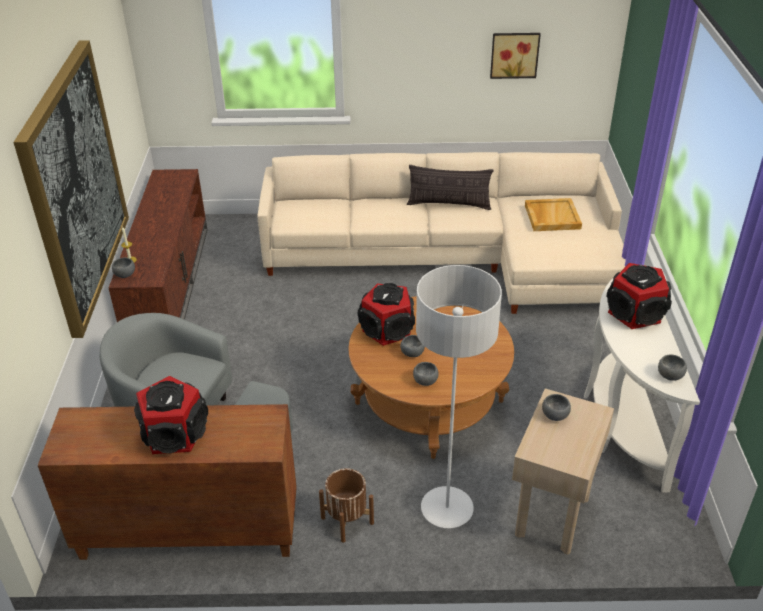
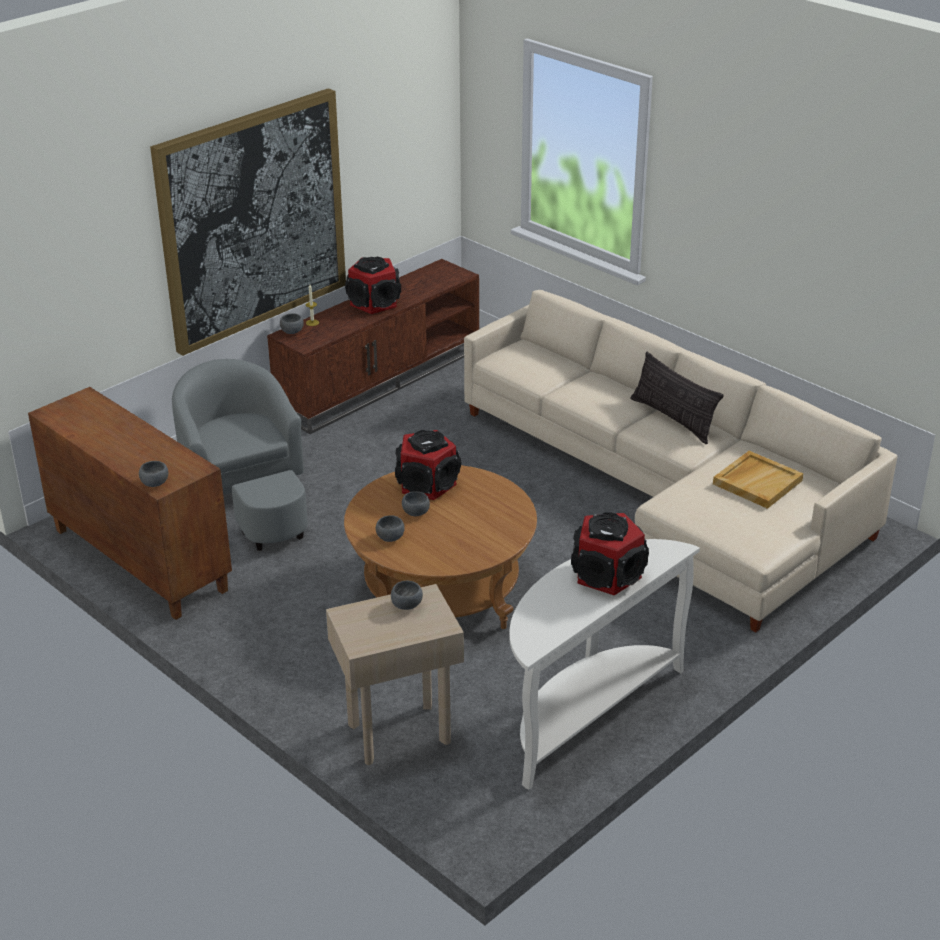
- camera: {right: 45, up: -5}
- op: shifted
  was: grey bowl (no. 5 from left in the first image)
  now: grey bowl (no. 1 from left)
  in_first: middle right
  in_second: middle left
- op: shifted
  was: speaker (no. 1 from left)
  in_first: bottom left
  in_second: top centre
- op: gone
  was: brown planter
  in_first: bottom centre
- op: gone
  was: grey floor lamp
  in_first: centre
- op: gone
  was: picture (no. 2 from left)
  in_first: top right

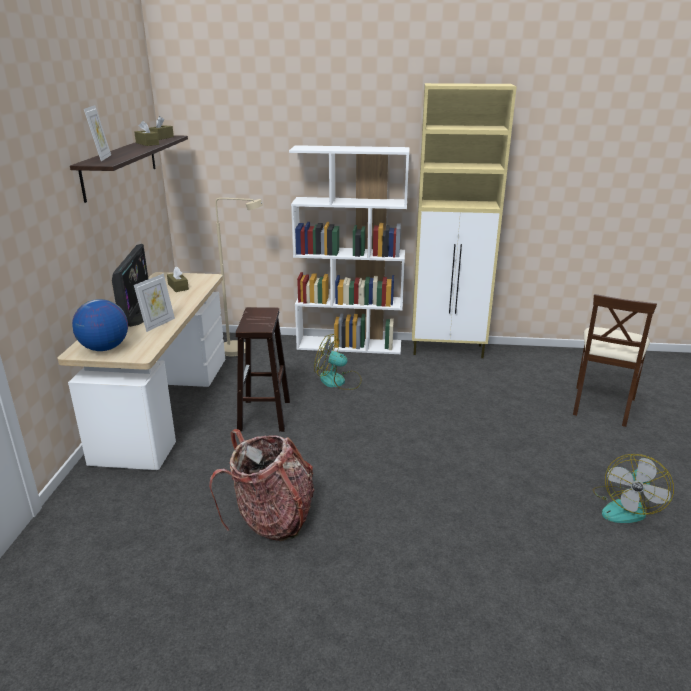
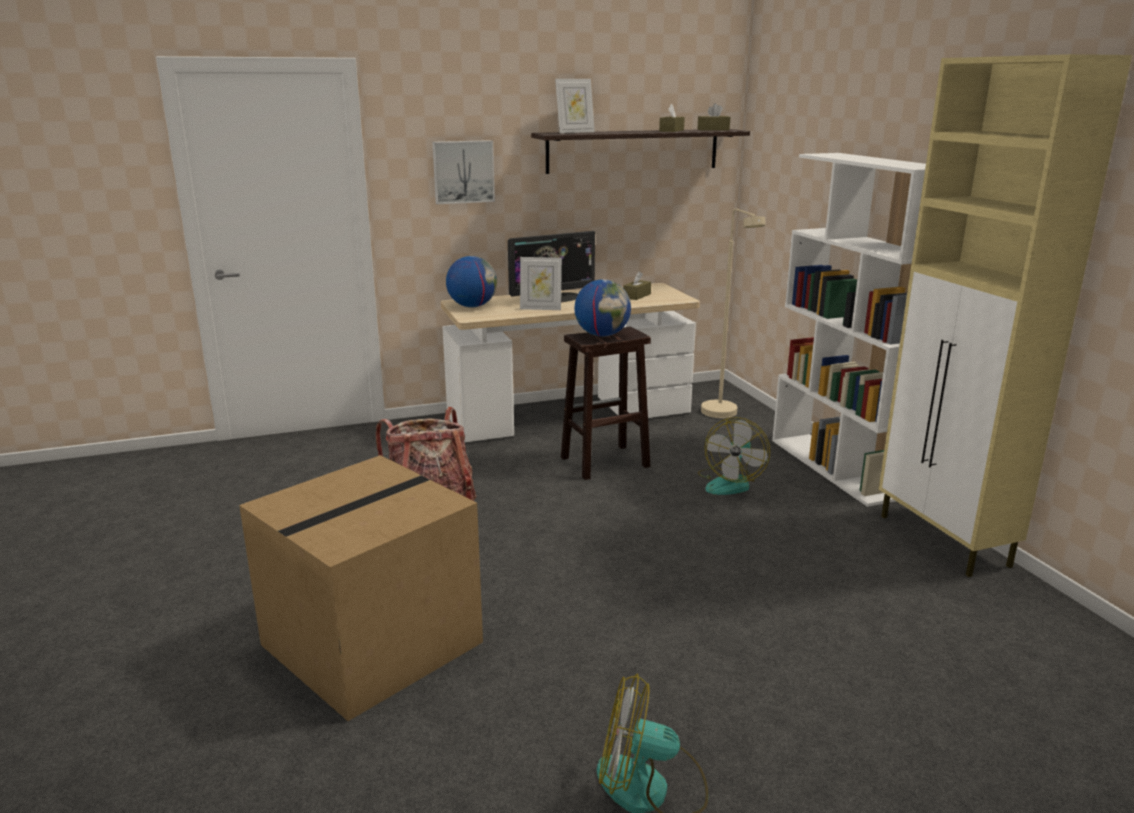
- camera: {right: 65, up: -5}
- op: new
  now: cardboard box
  in_second: bottom left
- op: new
  now: picture
  in_second: top centre
- op: new
  now: globe (no. 2 from left)
  in_second: centre
- op: rotated
  was: fan (no. 1 from left in the first image)
  in_first: centre
  in_second: centre
  clockwise: -150
- op: gone
  was: beige chair
  in_first: middle right

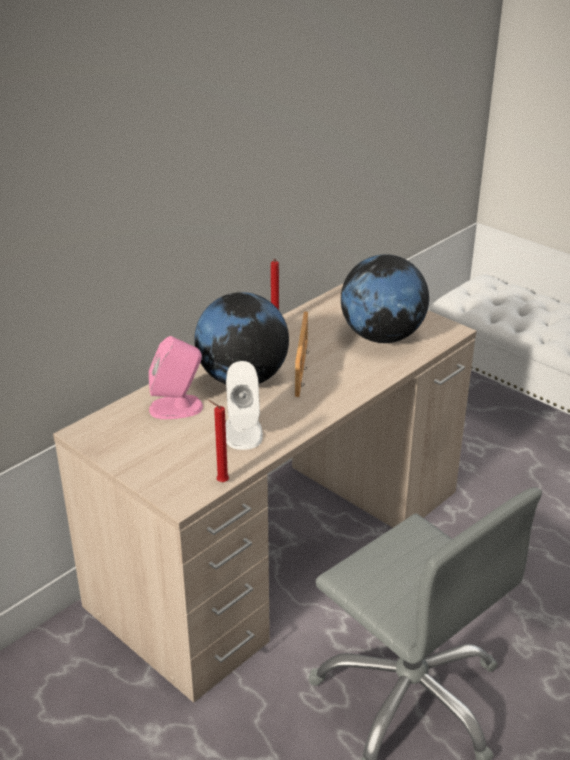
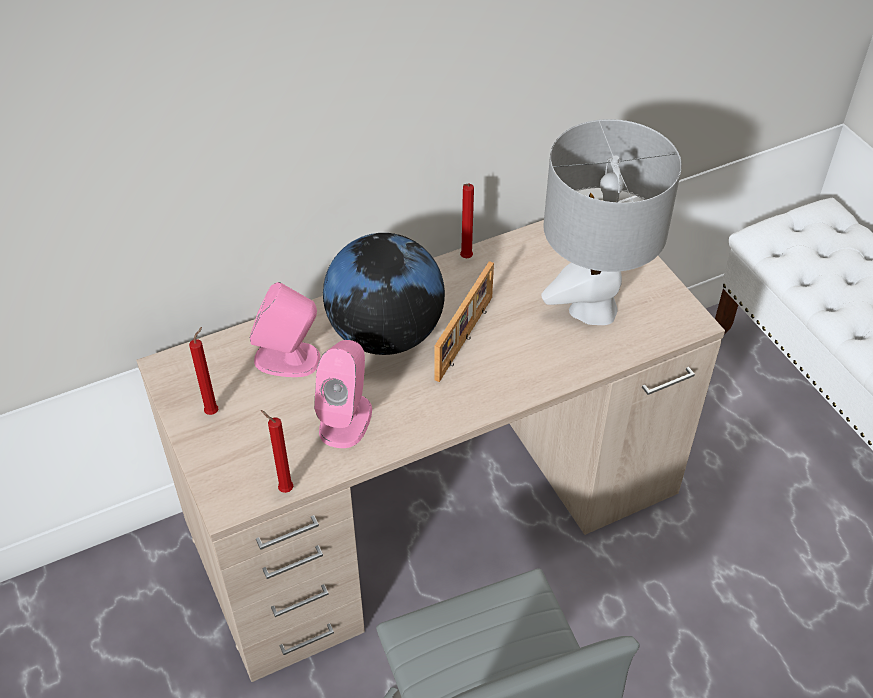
- camera: {right: 20, up: 15}
- op: new
  now: red candle (no. 1 from left)
  in_second: middle left
- op: repainted
  was: white speaker
  now: pink speaker (no. 2 from left)
  in_first: centre
  in_second: centre
- op: swapped
  was: globe (no. 2 from left)
  now: grey table lamp
  in_first: middle right
  in_second: top right

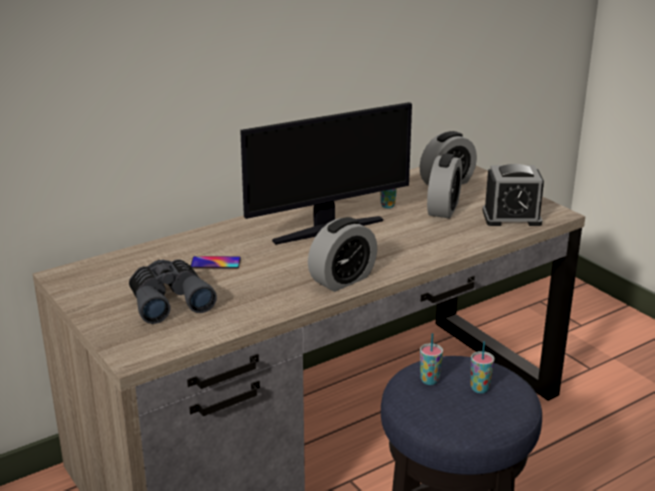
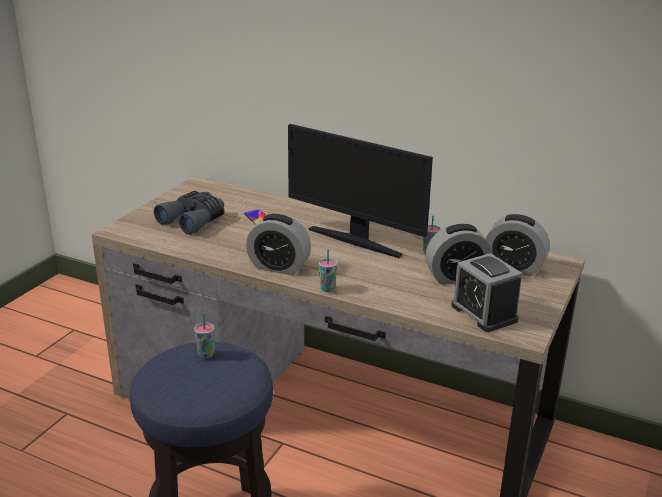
- camera: {right: 60, up: 0}
- op: shifted
  was: cup (no. 3 from left in the first image)
  now: cup (no. 2 from left)
  in_first: bottom right
  in_second: centre

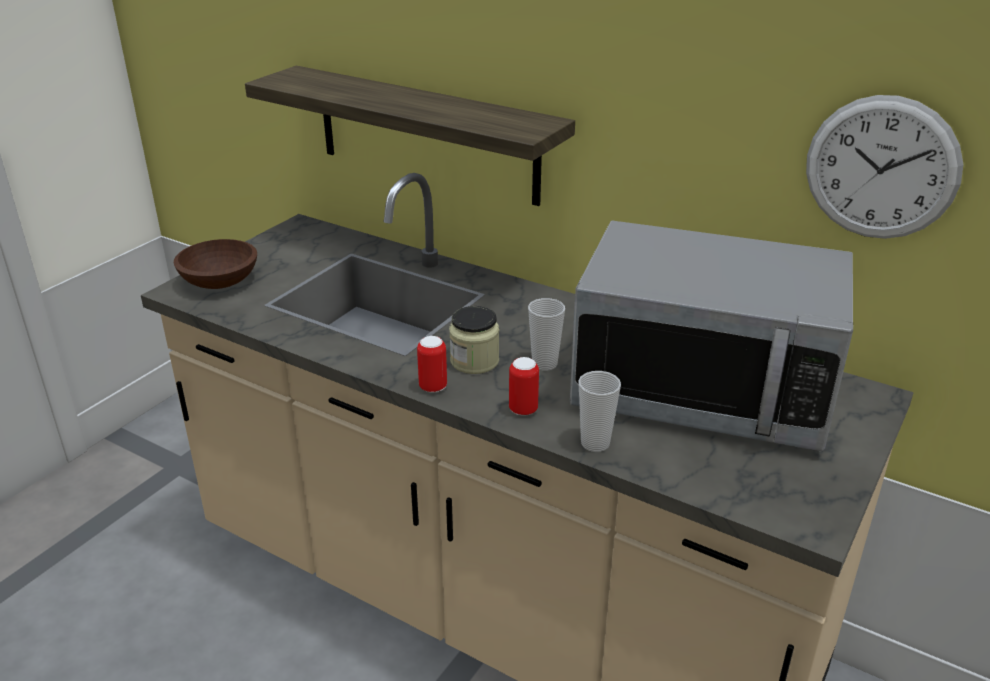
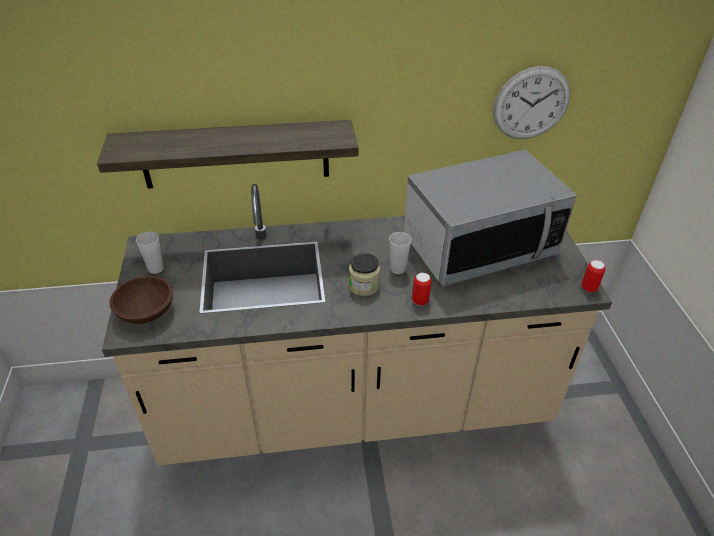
- camera: {right: -40, up: 10}
- op: shifted
  was: cup (no. 2 from left in the first image)
  now: cup (no. 1 from left)
  in_first: centre
  in_second: middle left
- op: shifted
  was: can (no. 1 from left in the first image)
  now: can (no. 2 from left)
  in_first: centre
  in_second: middle right

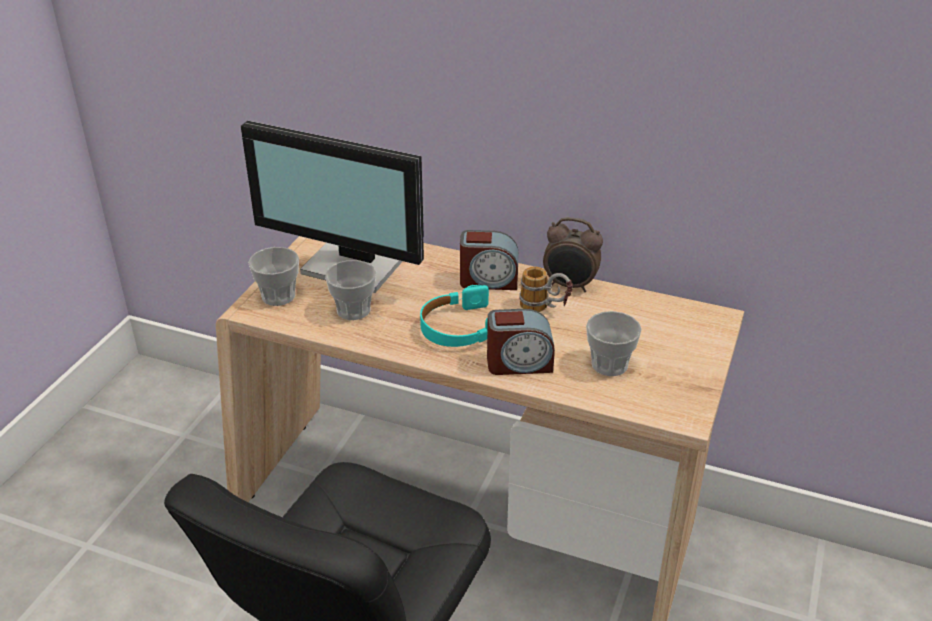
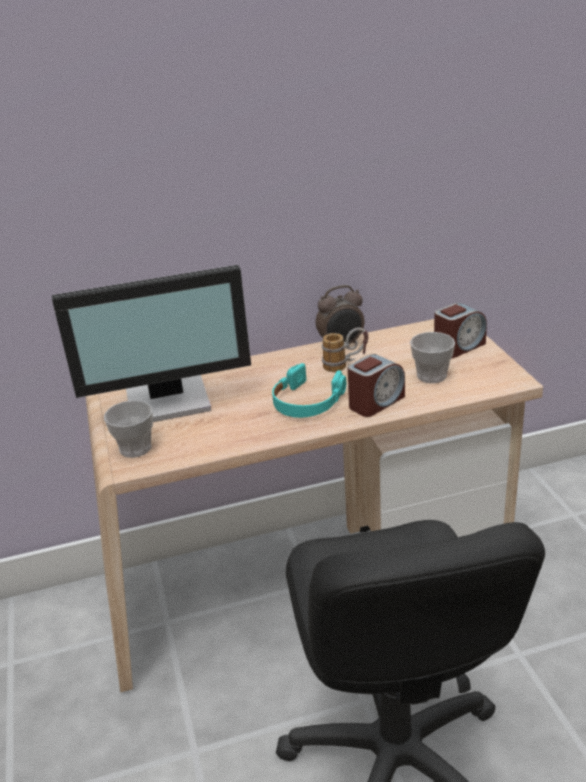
- camera: {right: -35, up: -5}
- op: shifted
  was: alarm clock (no. 1 from left in the first image)
  now: alarm clock (no. 3 from left)
  in_first: centre
  in_second: middle right
- op: gone
  was: cup (no. 2 from left)
  in_first: centre

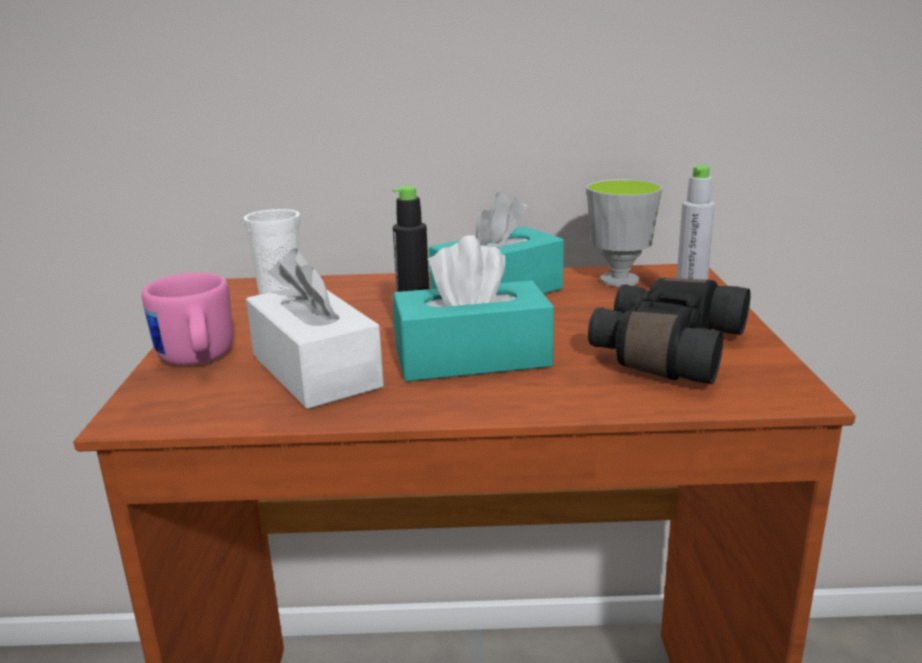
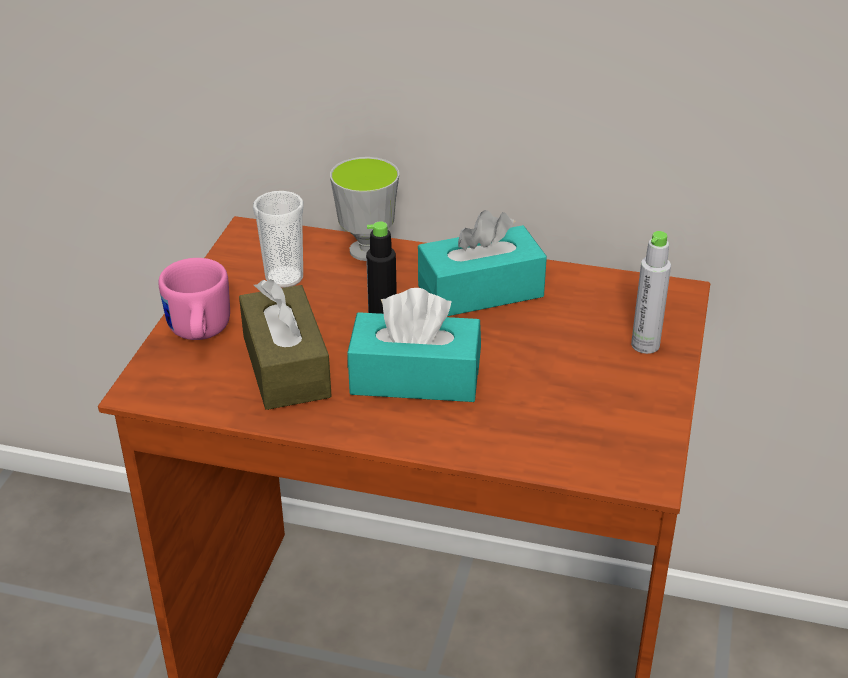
- camera: {right: 15, up: 15}
- op: repainted
  was: white tissue box
  now: brown tissue box
  in_first: centre
  in_second: centre
- op: shifted
  was: cup (no. 2 from left)
  in_first: middle right
  in_second: top centre
- op: gone
  was: black binoculars
  in_first: middle right

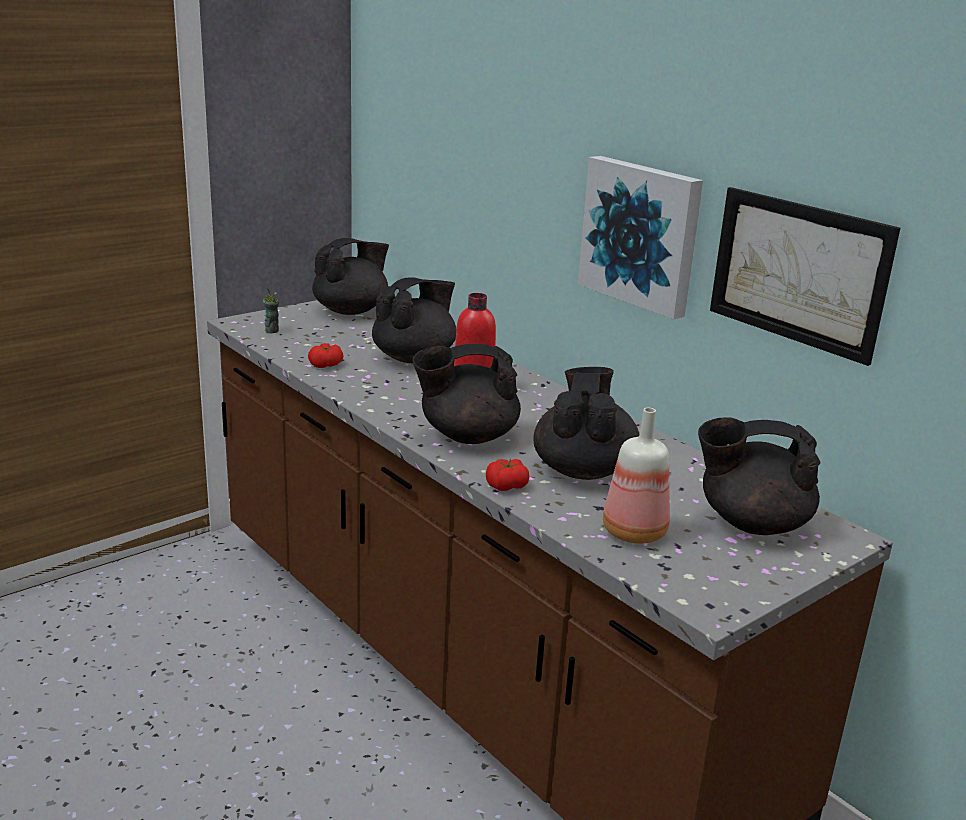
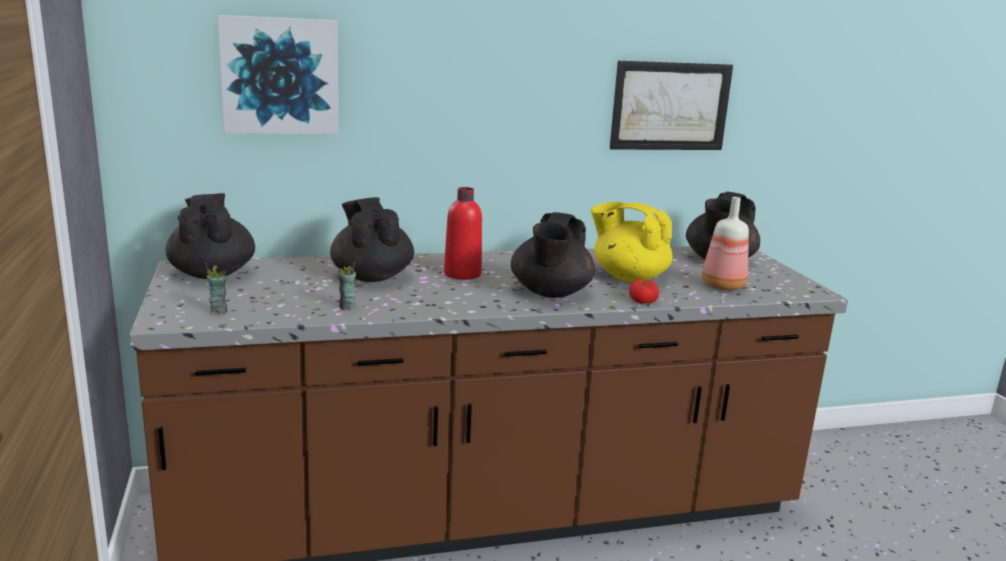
- camera: {right: -65, up: -5}
- op: shifted
  was: picture (no. 1 from left)
  in_first: top centre
  in_second: top left
- op: swapped
  was: tomato (no. 1 from left)
  now: cup (no. 2 from left)
  in_first: centre
  in_second: centre
- op: repainted
  was: black teapot (no. 4 from left)
  now: yellow teapot
  in_first: centre
  in_second: centre

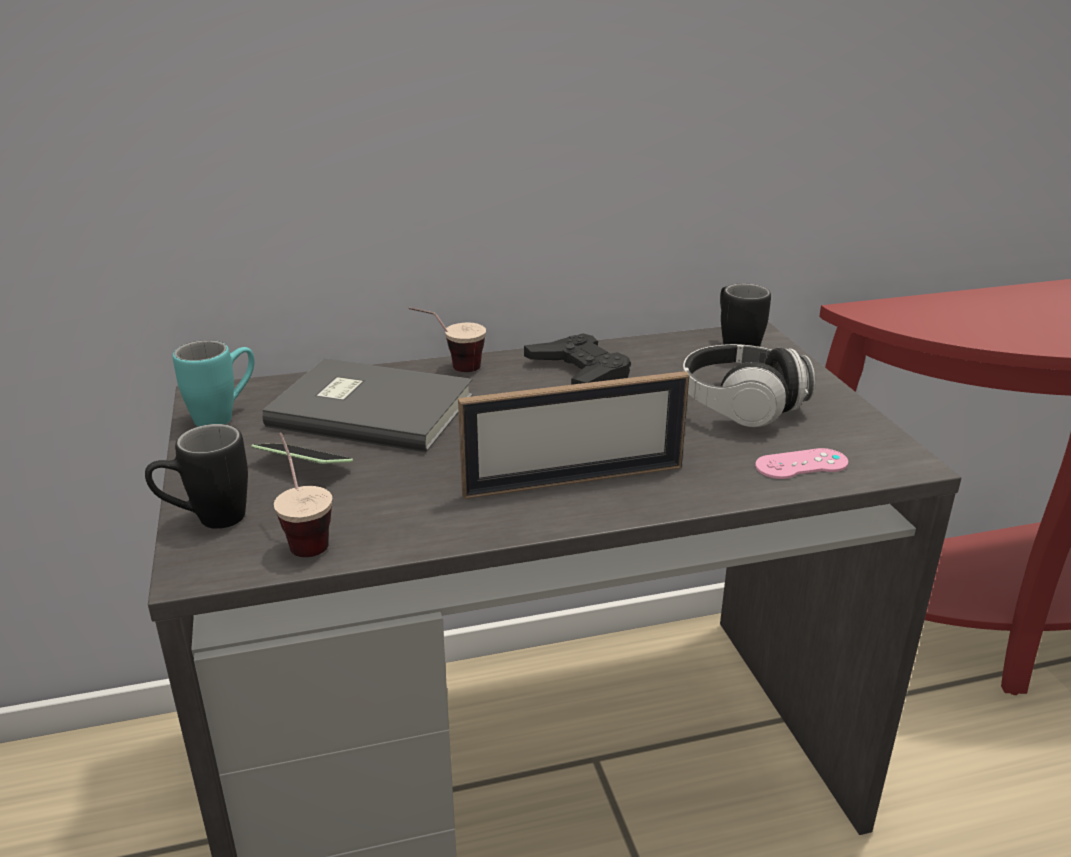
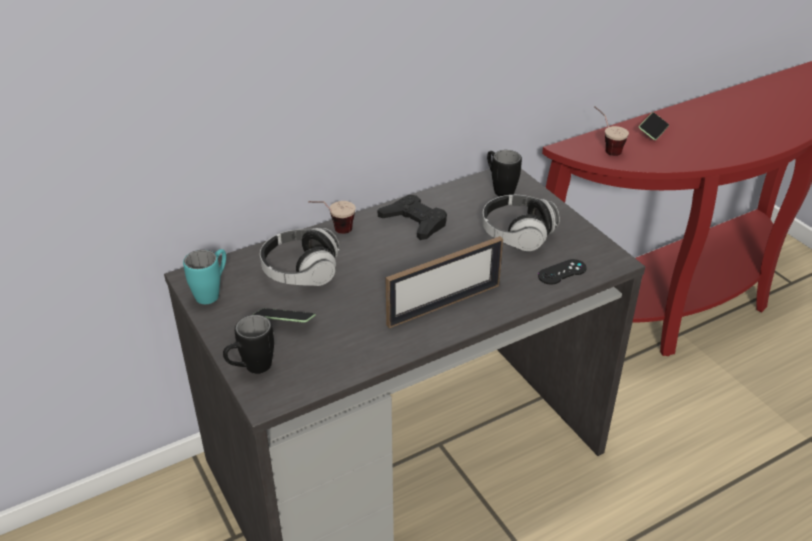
- camera: {right: -15, up: 10}
- op: swapped
  was: grey book
  now: headphones (no. 1 from left)
  in_first: centre
  in_second: centre
- op: repainted
  was: pink game controller
  now: black game controller (no. 2 from left)
  in_first: middle right
  in_second: middle right
- op: shifted
  was: cup (no. 1 from left in the first image)
  now: cup (no. 2 from left)
  in_first: middle left
  in_second: top right
- op: new
  now: phone (no. 2 from left)
  in_second: top right

